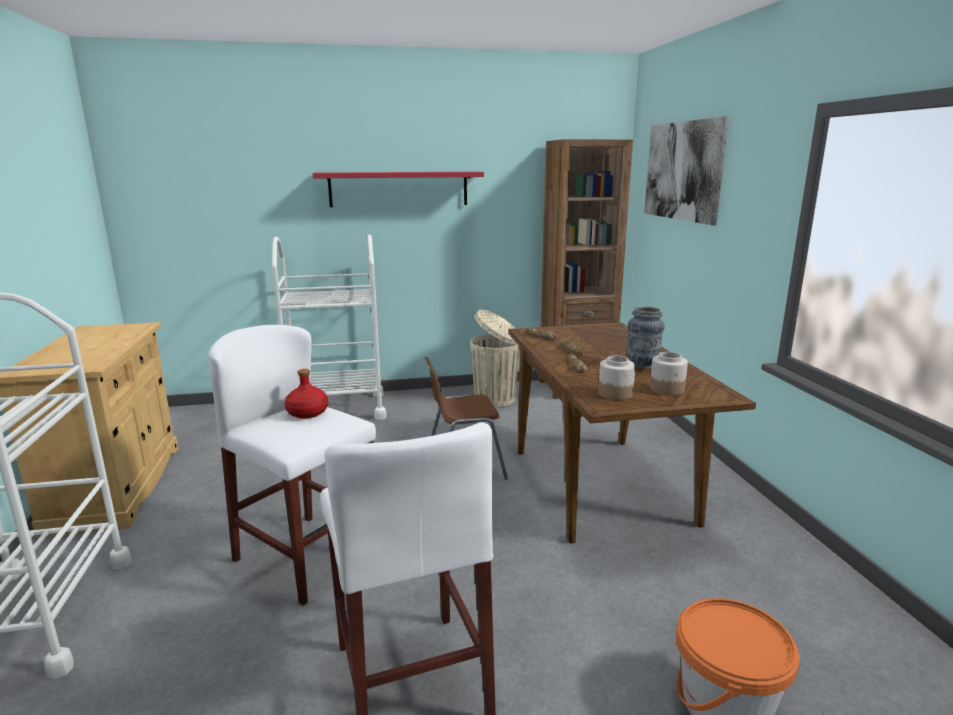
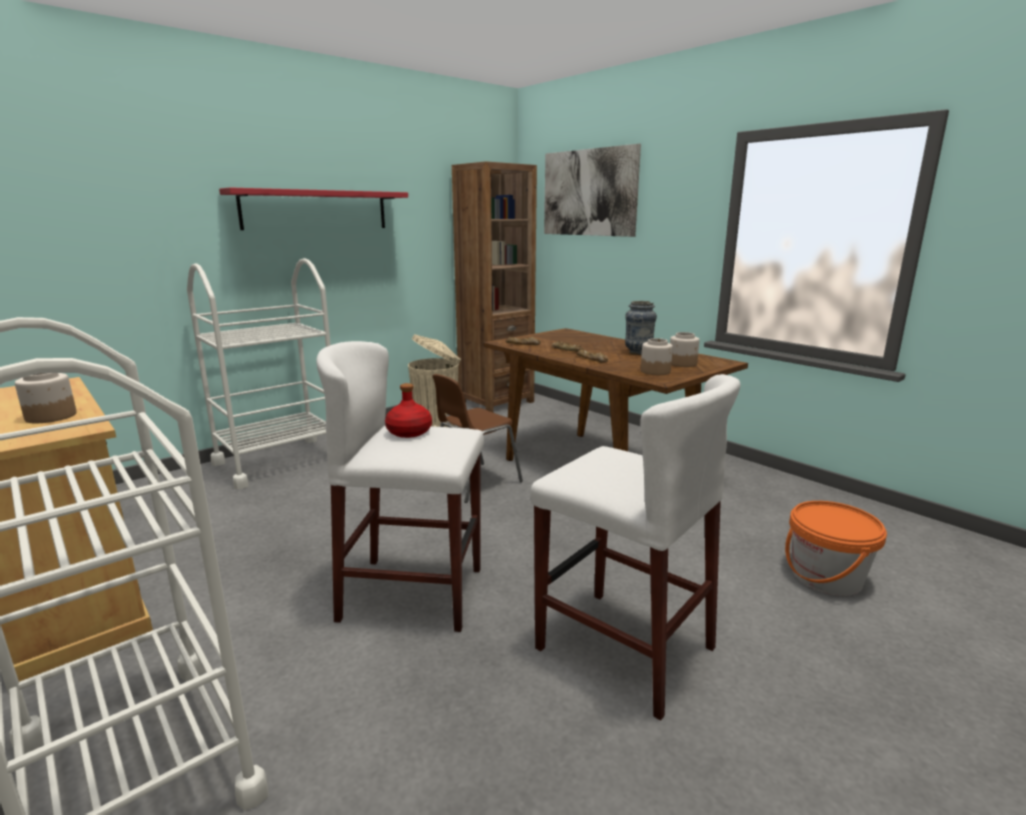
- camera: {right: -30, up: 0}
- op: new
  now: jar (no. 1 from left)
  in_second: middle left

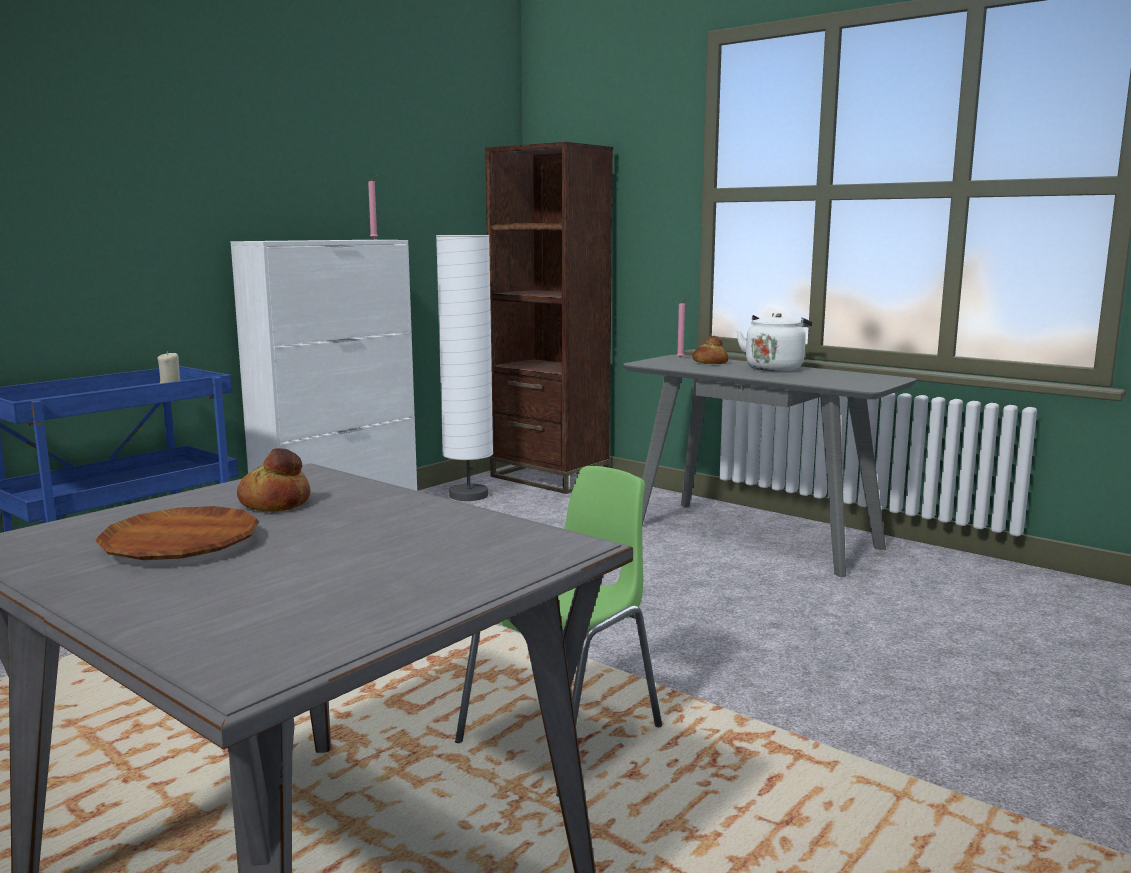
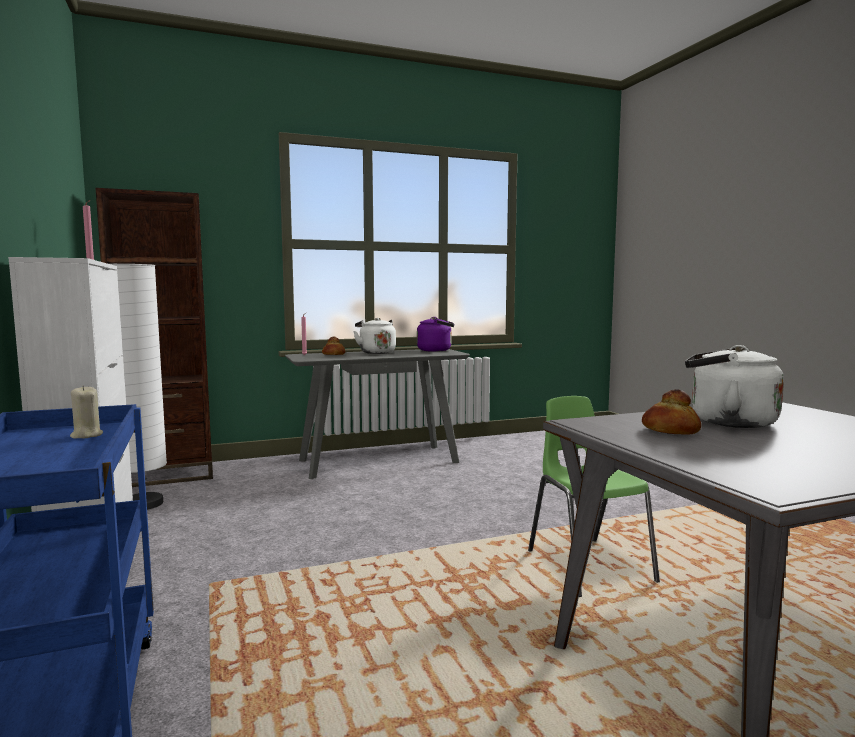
- camera: {right: -60, up: -5}
- op: new
  now: purple kettle
  in_second: centre
- op: new
  now: white kettle (no. 2 from left)
  in_second: middle right
- op: gone
  was: brown plate
  in_first: middle left

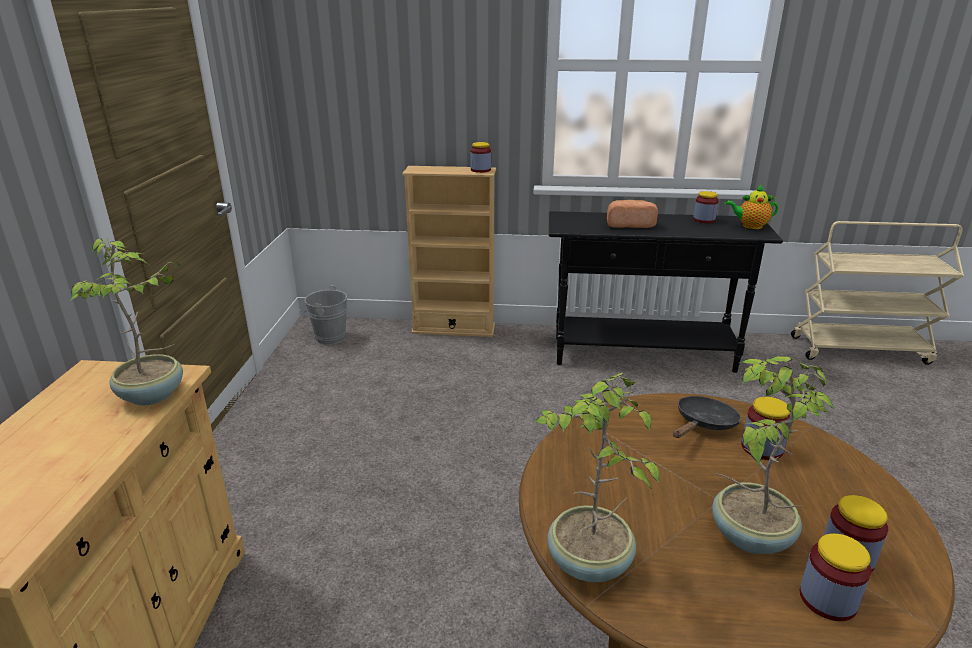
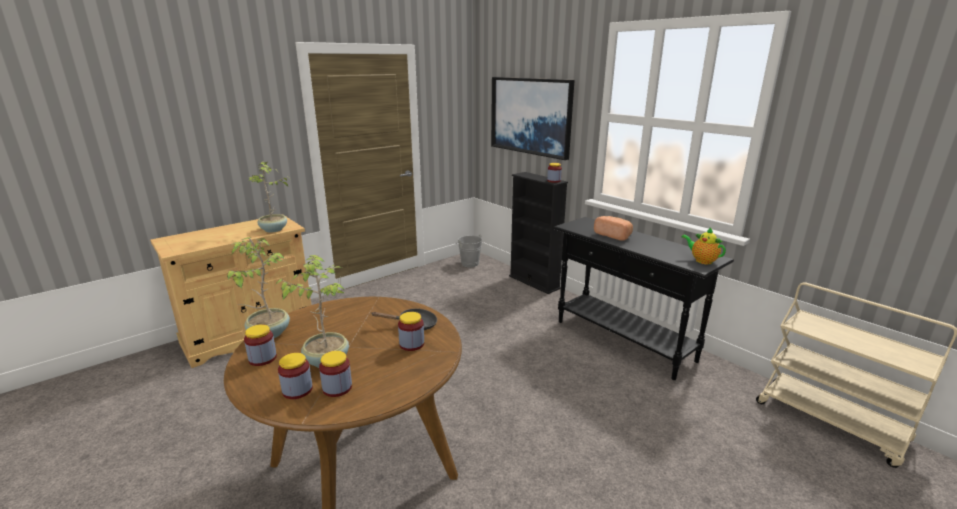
- camera: {right: 45, up: -5}
- op: shifted
  was: jar (no. 2 from left in the first image)
  now: jar (no. 1 from left)
  in_first: top right
  in_second: bottom left
- op: new
  now: picture
  in_second: top centre
- op: repainted
  was: beige bookcase
  now: black bookcase
  in_first: centre
  in_second: centre

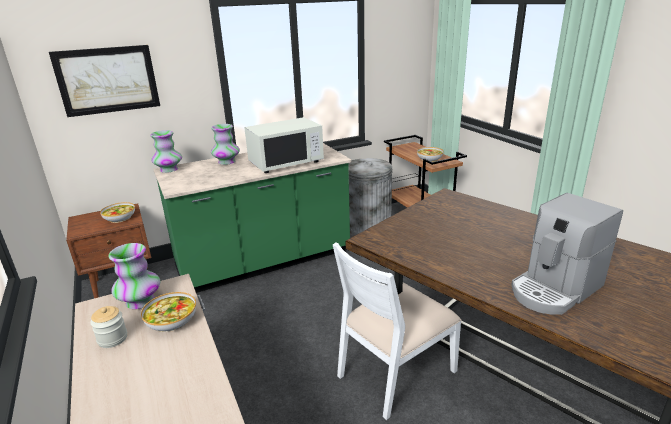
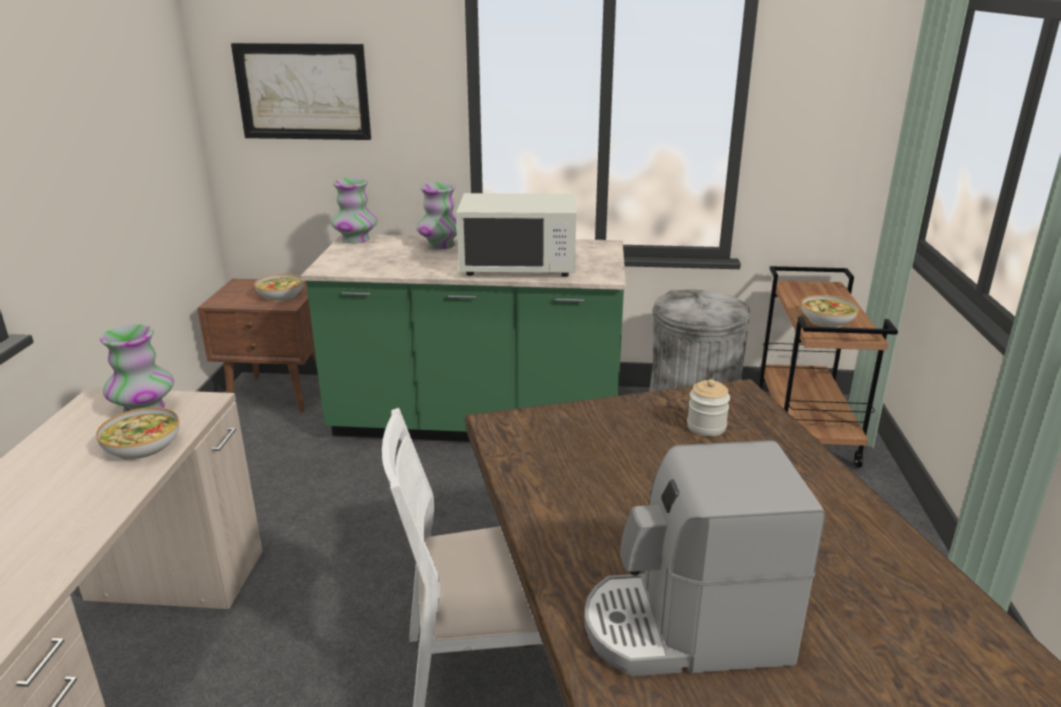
- camera: {right: 30, up: 0}
- op: shifted
  was: jar
  in_first: bottom left
  in_second: middle right

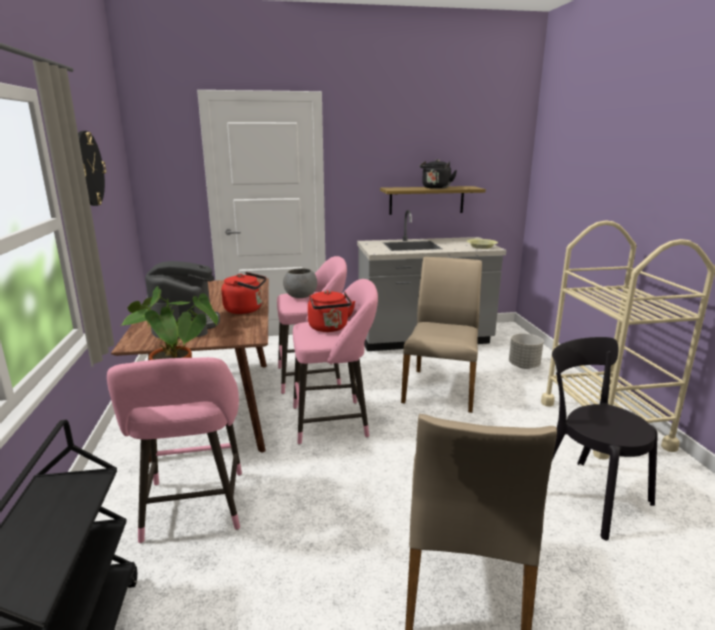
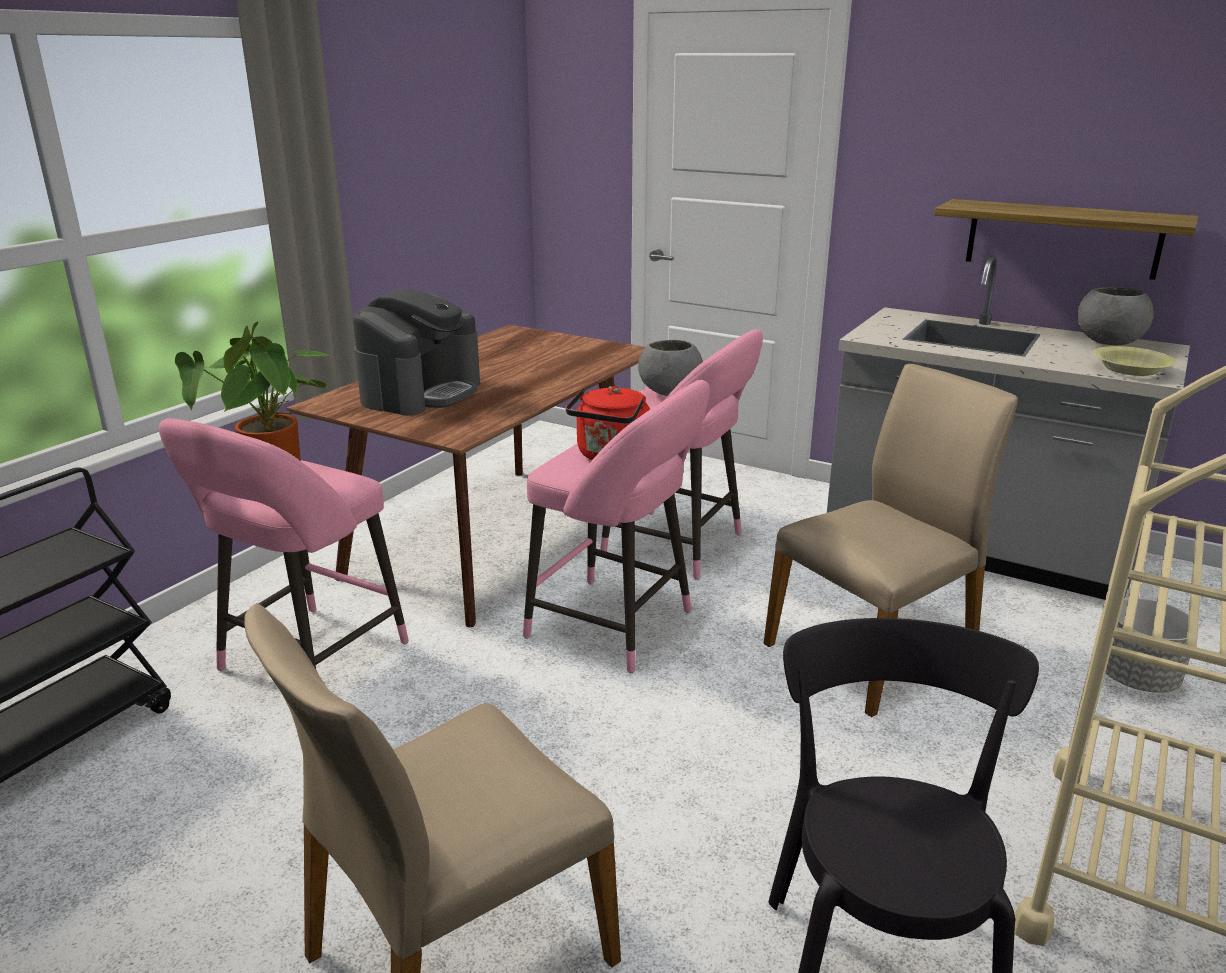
- camera: {right: 40, up: 5}
- op: new
  now: grey bowl (no. 2 from left)
  in_second: top right
- op: gone
  was: wall clock
  in_first: top left
- op: gone
  was: red kettle (no. 1 from left)
  in_first: centre
- op: gone
  was: black kettle
  in_first: top centre

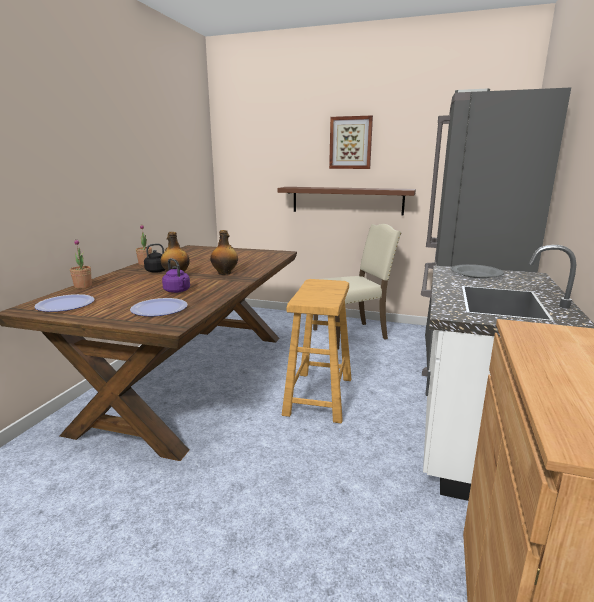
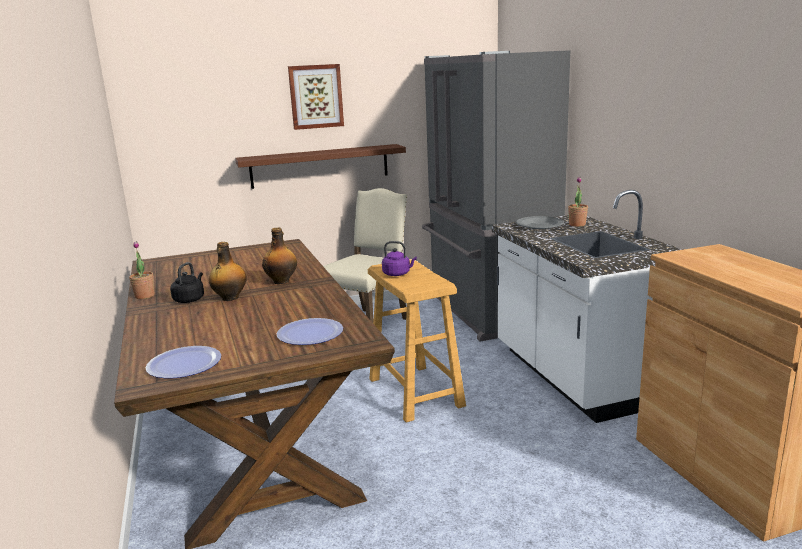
- camera: {right: -35, up: 0}
- op: shifted
  was: purple kettle
  in_first: middle left
  in_second: centre
- op: shifted
  was: potted plant (no. 1 from left in the first image)
  now: potted plant (no. 2 from left)
  in_first: middle left
  in_second: middle right

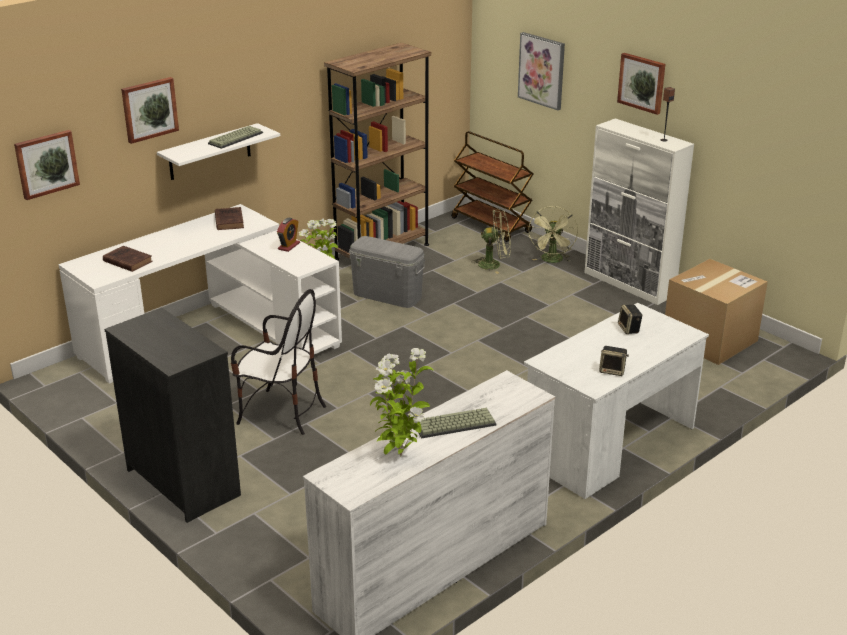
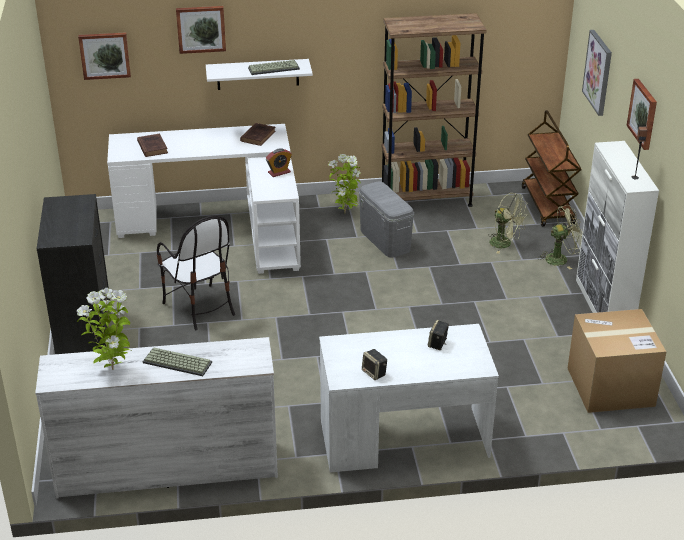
- camera: {right: 35, up: 5}
- op: rotated
  was: green fan (no. 2 from left)
  in_first: centre
  in_second: middle right
  clockwise: -150

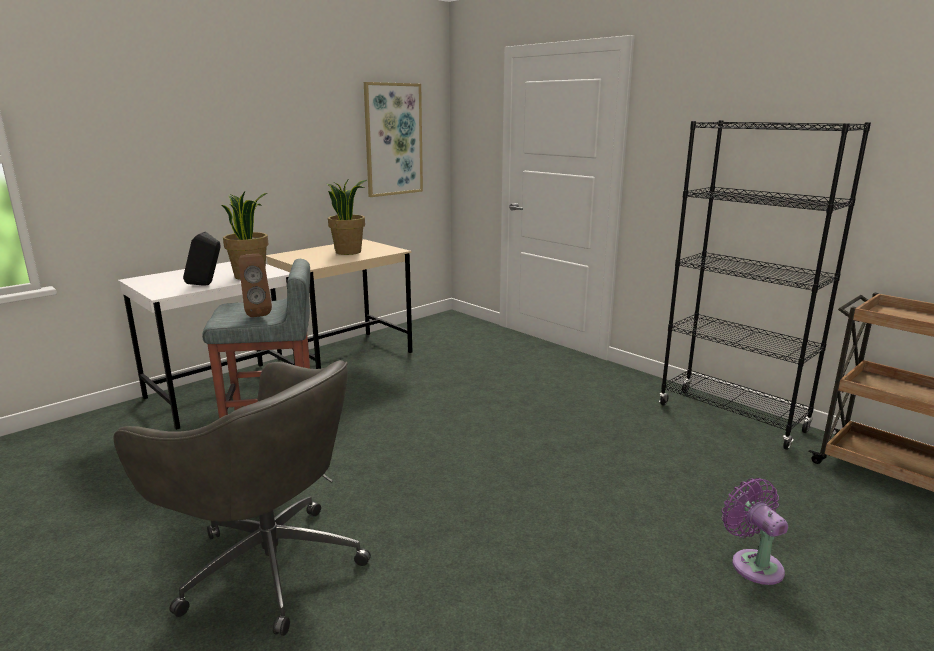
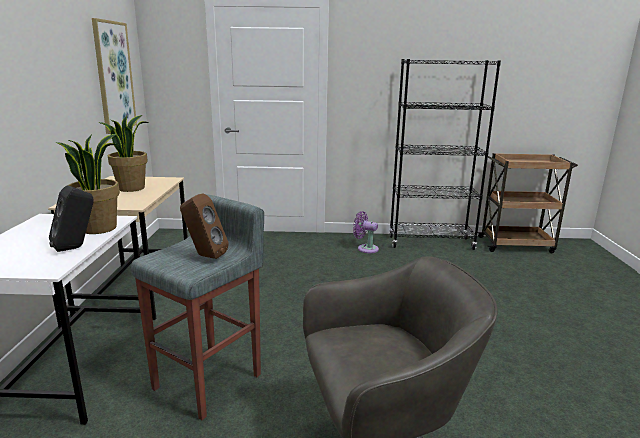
- camera: {right: -45, up: 0}
- op: shifted
  was: purple fan
  in_first: bottom right
  in_second: centre

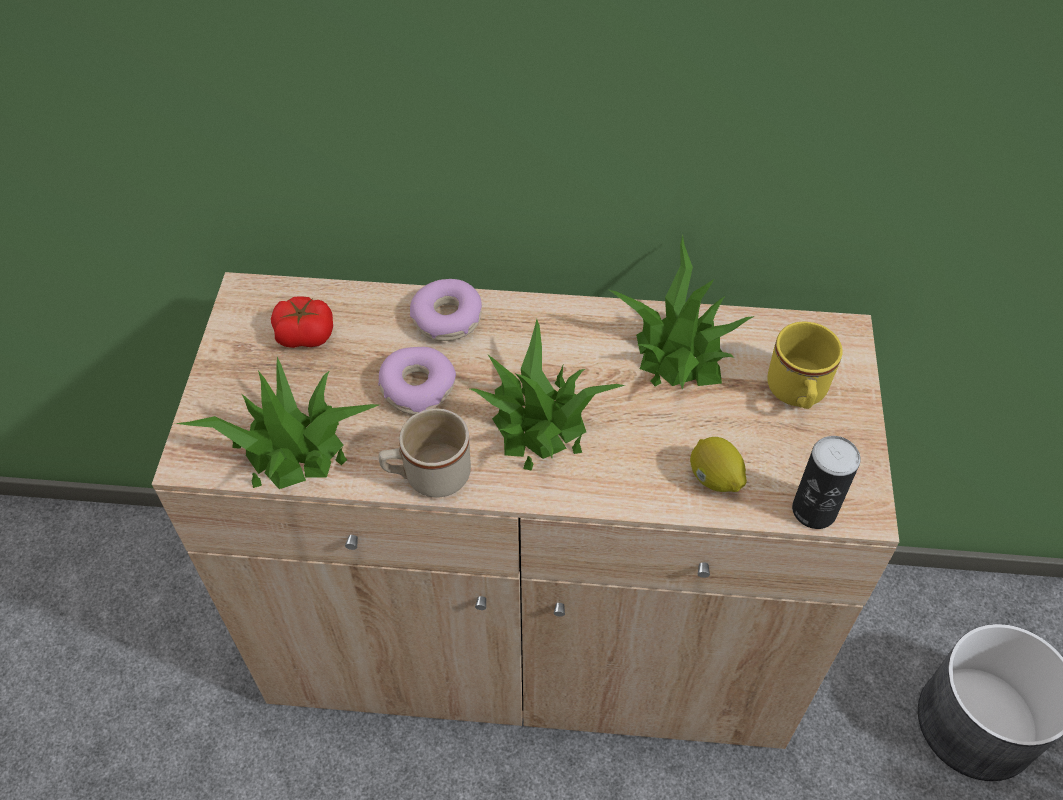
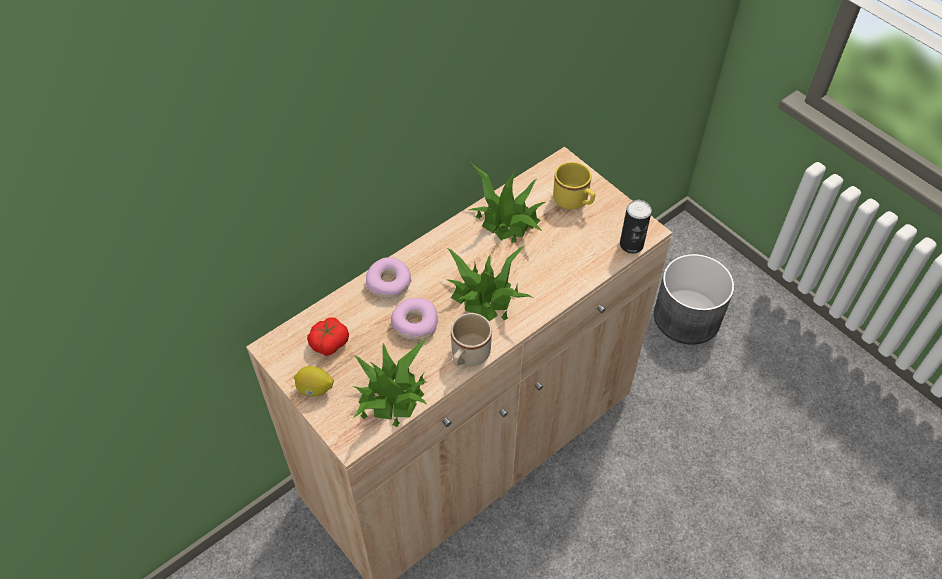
- camera: {right: -45, up: 0}
- op: shifted
  was: lemon
  in_first: middle right
  in_second: centre

